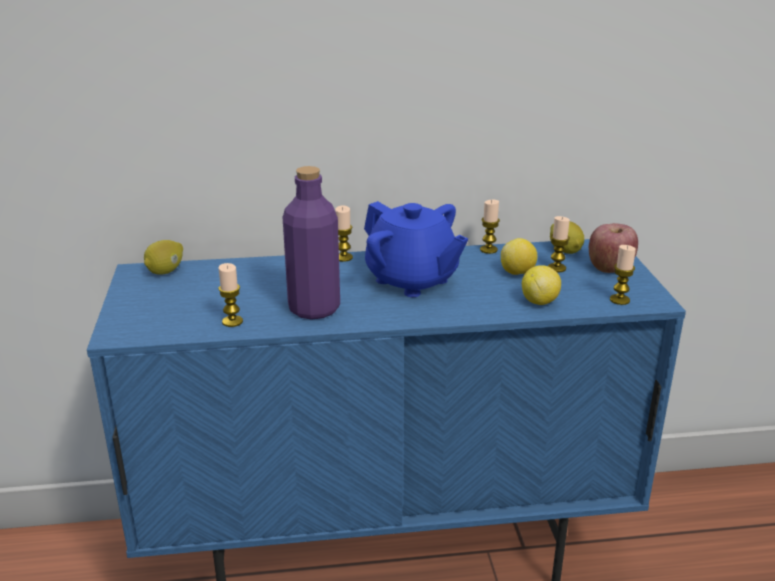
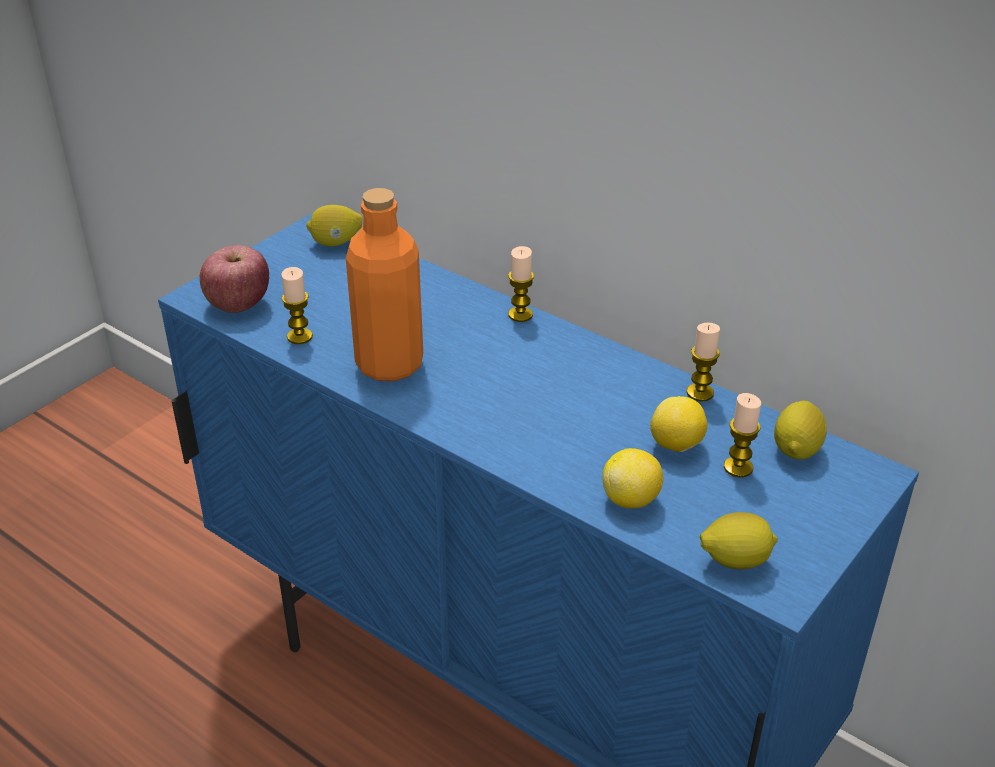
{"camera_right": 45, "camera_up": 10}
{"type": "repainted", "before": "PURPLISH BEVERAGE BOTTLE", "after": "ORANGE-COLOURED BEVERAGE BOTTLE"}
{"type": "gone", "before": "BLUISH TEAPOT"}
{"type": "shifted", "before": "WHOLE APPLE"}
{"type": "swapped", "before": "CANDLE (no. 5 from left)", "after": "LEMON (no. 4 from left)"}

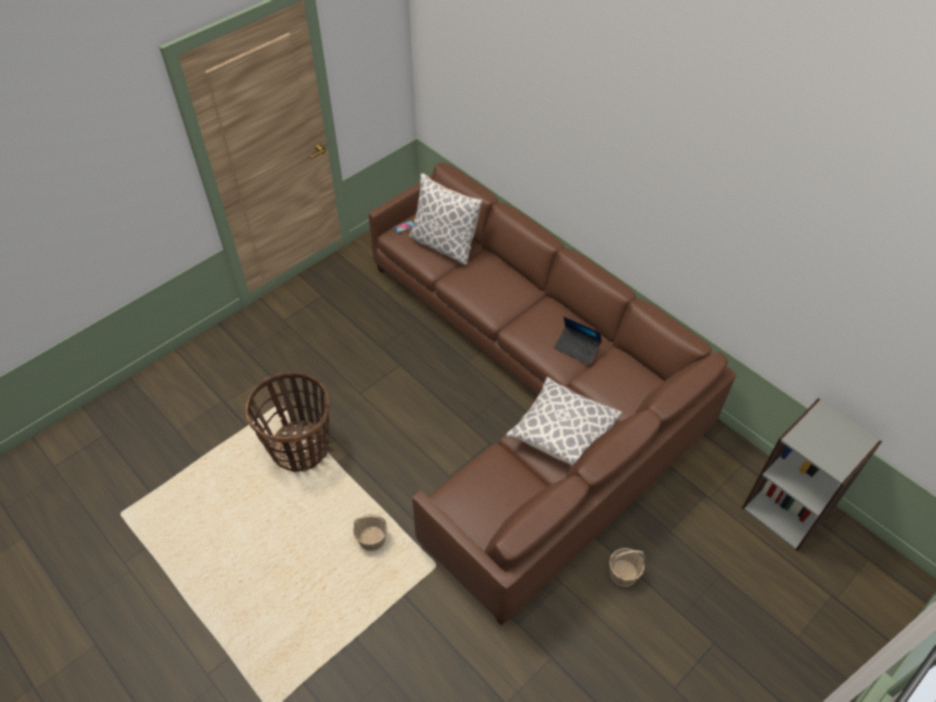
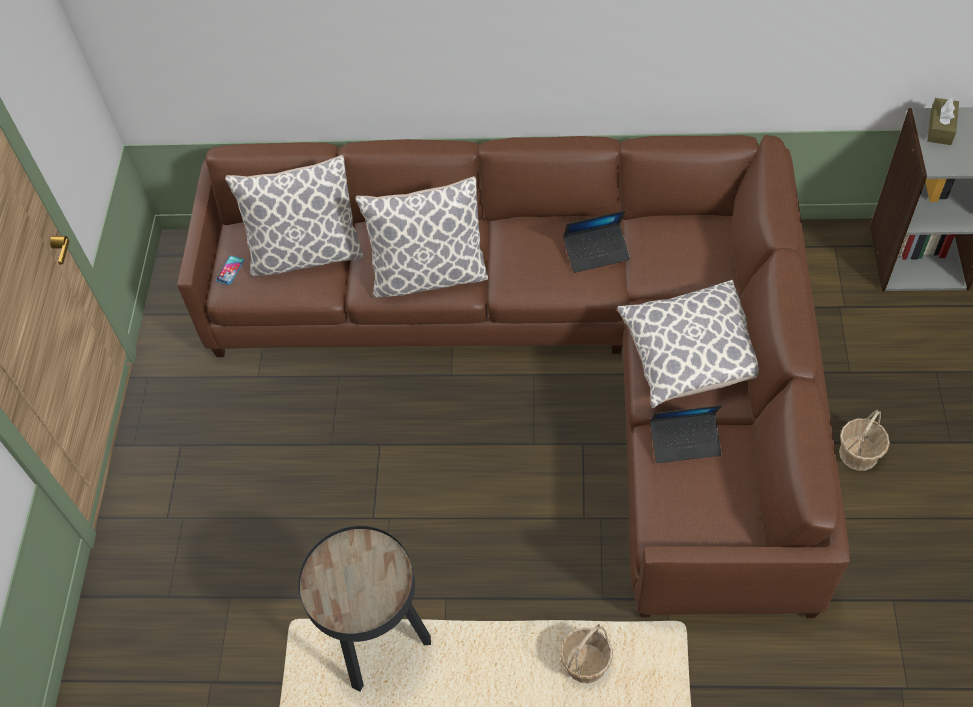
{"camera_right": -40, "camera_up": 5}
{"type": "swapped", "before": "STORAGE BASKET (no. 1 from left)", "after": "BLACK-COLOURED SIDE TABLE"}
{"type": "new", "after": "THROW PILLOW (no. 2 from left)"}
{"type": "new", "after": "LAPTOP (no. 2 from left)"}
{"type": "new", "after": "BROWN TISSUE HOLDER"}

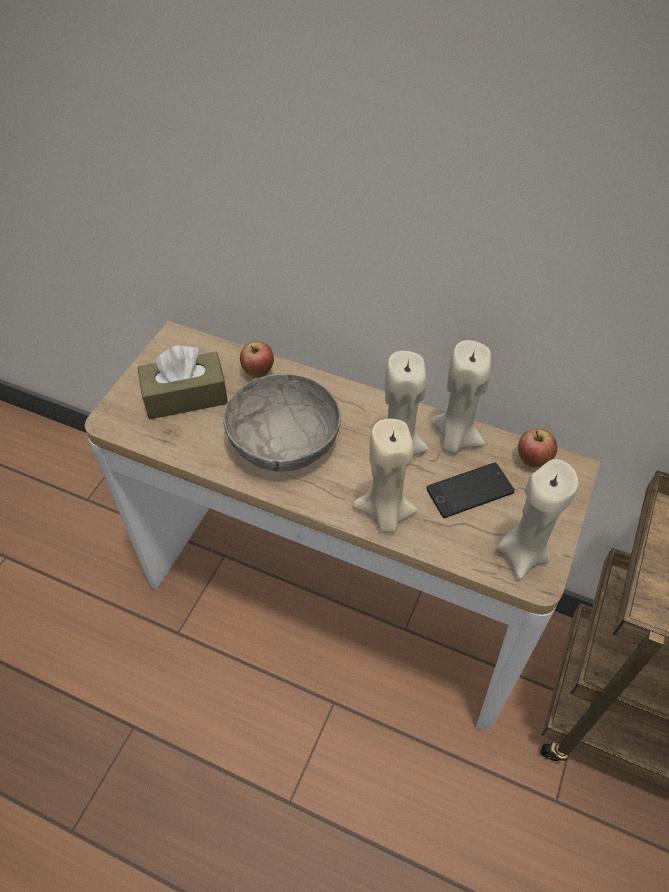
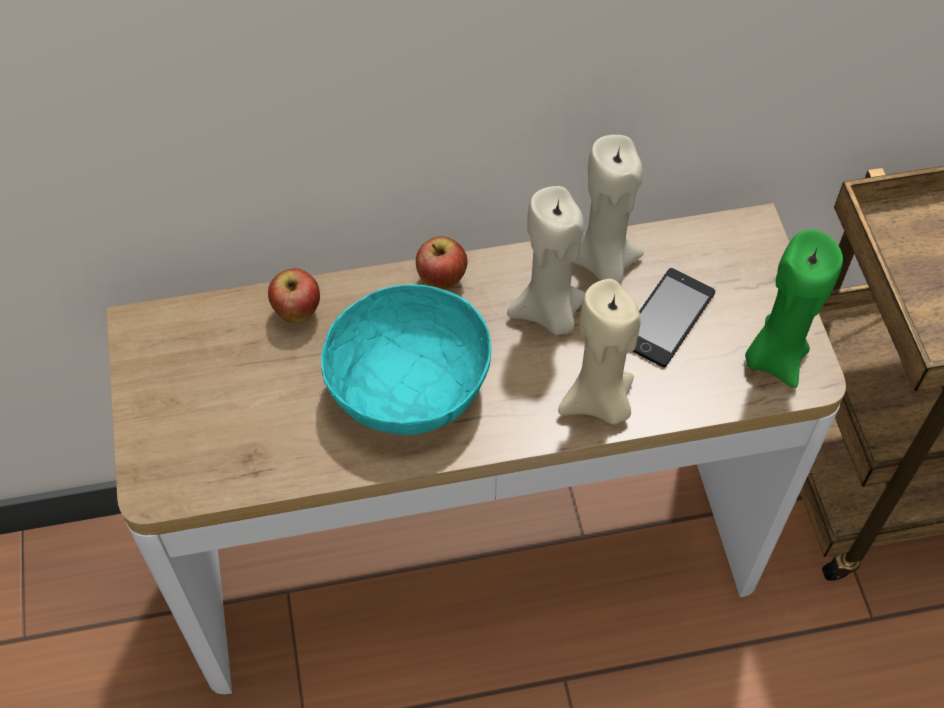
{"camera_right": -35, "camera_up": 5}
{"type": "gone", "before": "BROWN TISSUE HOLDER"}
{"type": "repainted", "before": "GREY DEEP DISH", "after": "TURQUOISE-COLOURED DEEP DISH"}
{"type": "repainted", "before": "BEIGE-COLOURED CANDLE (no. 4 from left)", "after": "GREENISH CANDLE"}
{"type": "shifted", "before": "WHOLE APPLE (no. 2 from left)"}

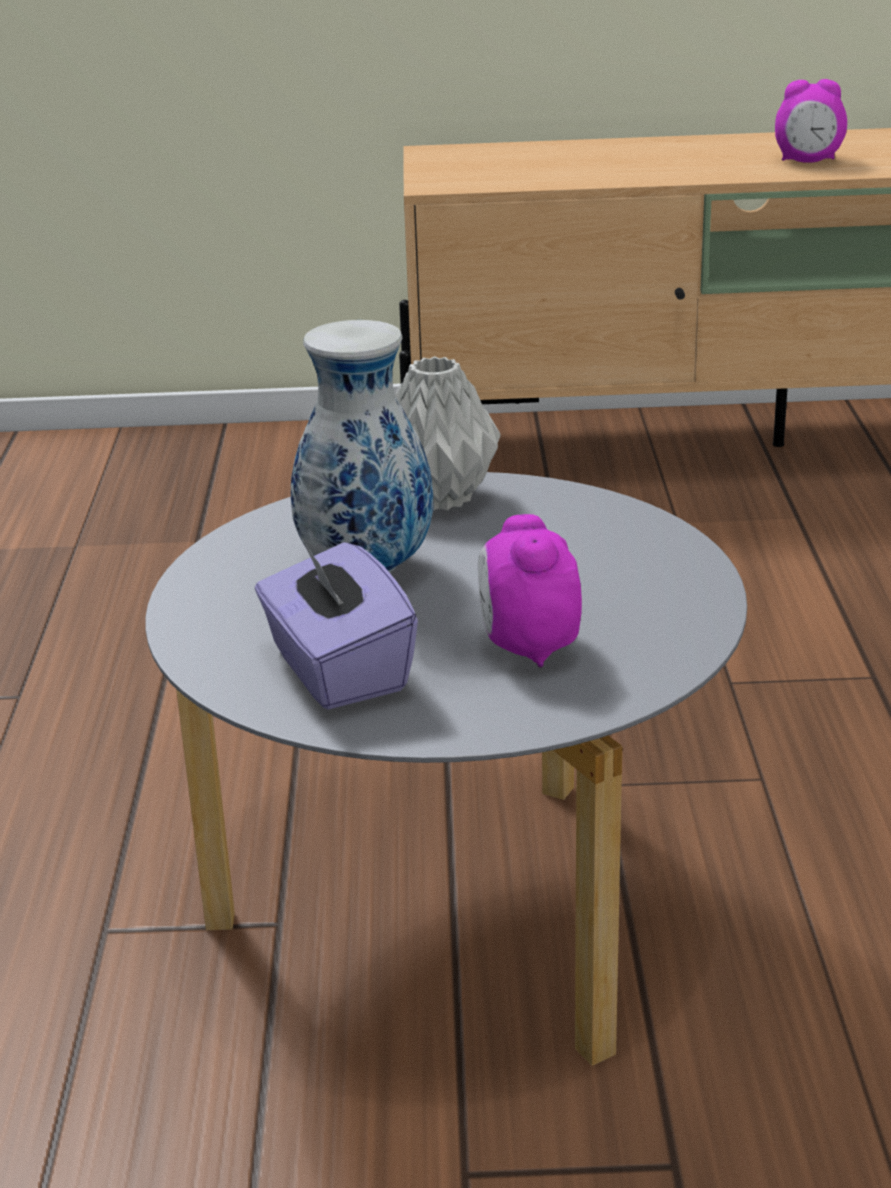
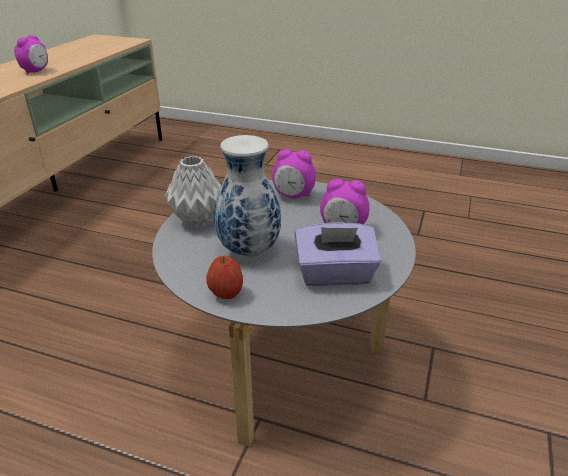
{"camera_right": -70, "camera_up": 5}
{"type": "new", "after": "WHOLE APPLE"}
{"type": "new", "after": "BEDSIDE CLOCK (no. 2 from left)"}

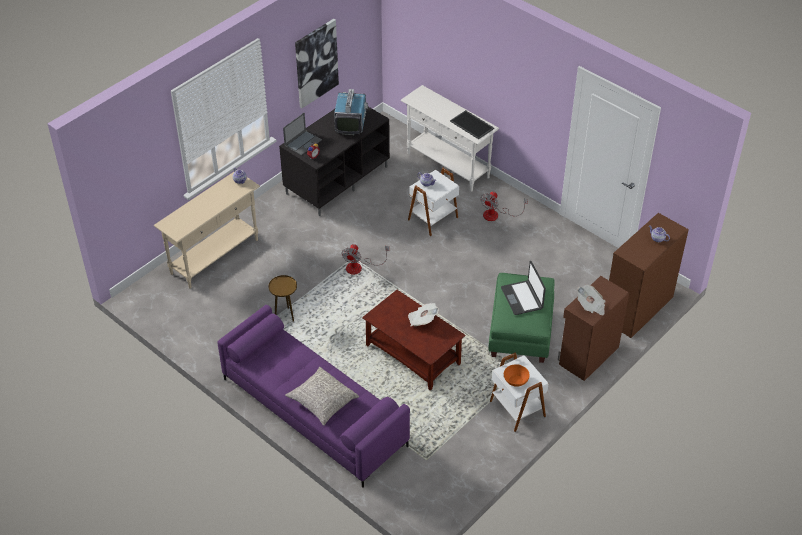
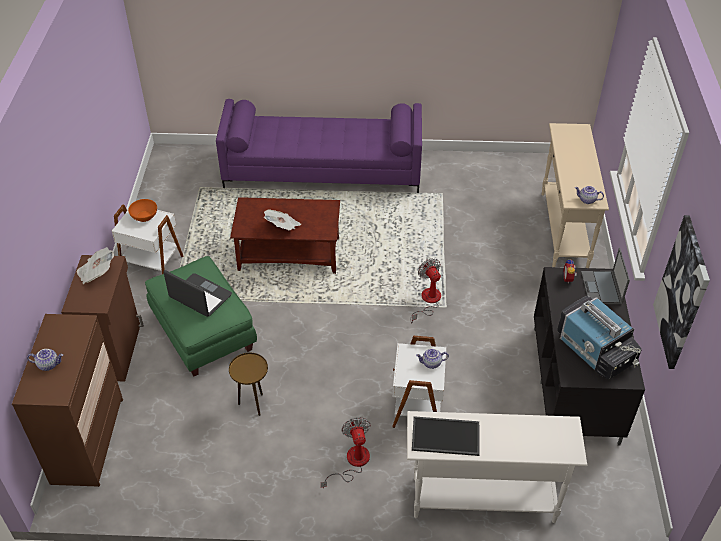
{"camera_right": 140, "camera_up": 0}
{"type": "shifted", "before": "BROWN SIDE TABLE"}
{"type": "gone", "before": "GREY THROW PILLOW"}

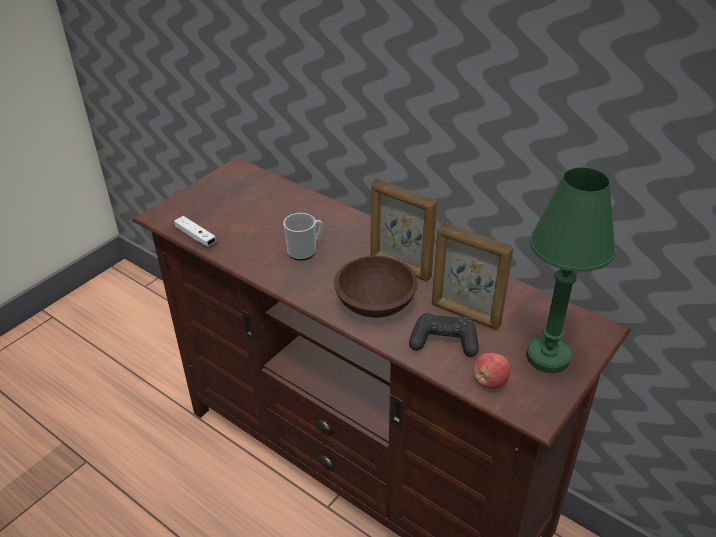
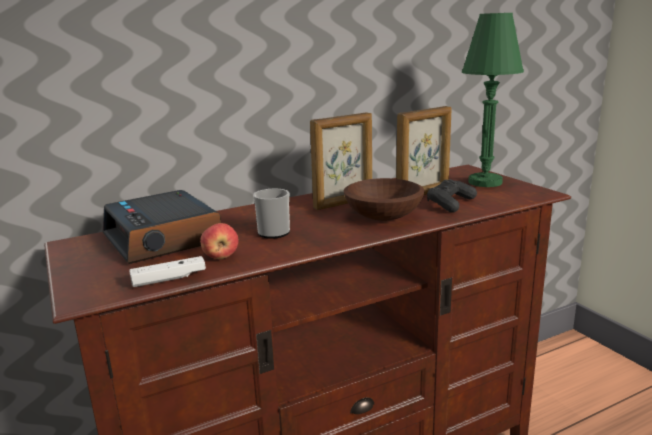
{"camera_right": -65, "camera_up": -20}
{"type": "shifted", "before": "WHOLE APPLE"}
{"type": "new", "after": "BEDSIDE CLOCK"}

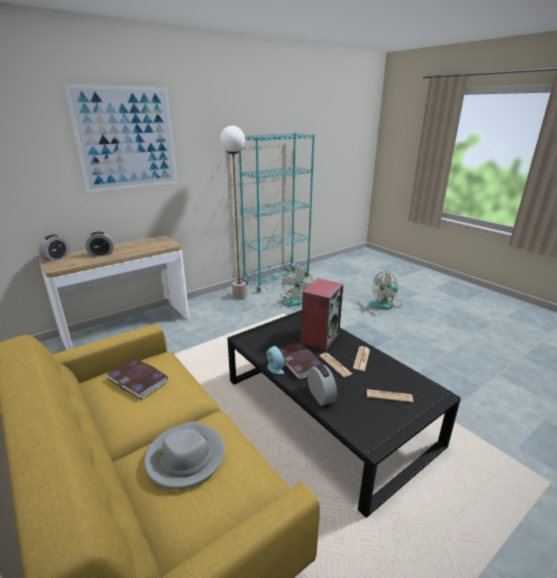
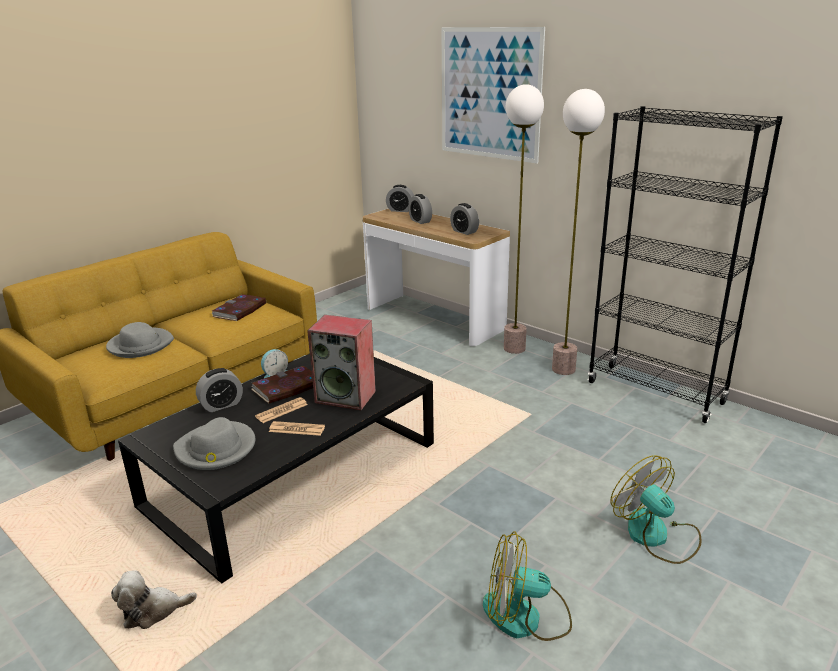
{"camera_right": 80, "camera_up": 0}
{"type": "repainted", "before": "TURQUOISE-COLOURED SHELVING UNIT", "after": "BLACK-COLOURED SHELVING UNIT"}
{"type": "shifted", "before": "ELECTRIC FAN (no. 1 from left)"}
{"type": "swapped", "before": "PRINTED PAPER (no. 3 from left)", "after": "GREY WEARABLE HAT (no. 2 from left)"}
{"type": "new", "after": "CUDDLY TOY"}
{"type": "new", "after": "BEDSIDE CLOCK (no. 5 from left)"}
{"type": "new", "after": "STANDARD LAMP (no. 1 from left)"}

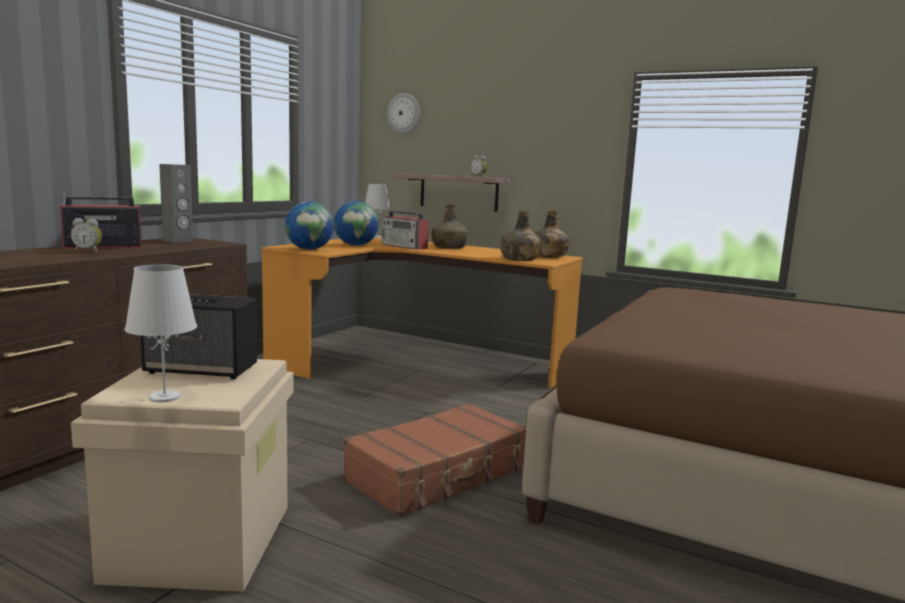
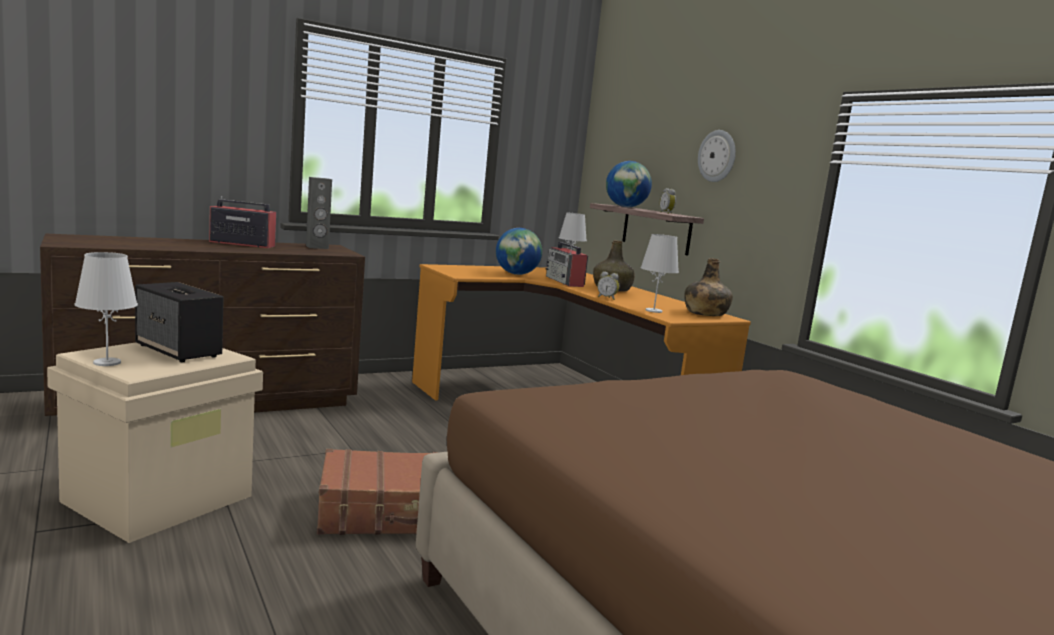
{"camera_right": 30, "camera_up": 0}
{"type": "shifted", "before": "BEDSIDE CLOCK (no. 1 from left)"}
{"type": "shifted", "before": "DESK GLOBE (no. 1 from left in the first image)", "after": "DESK GLOBE (no. 2 from left)"}
{"type": "shifted", "before": "CLOCK ON THE WALL"}
{"type": "swapped", "before": "GREENISH BEVERAGE BOTTLE (no. 2 from left)", "after": "WHITISH LAMP FOR A TABLE (no. 3 from left)"}

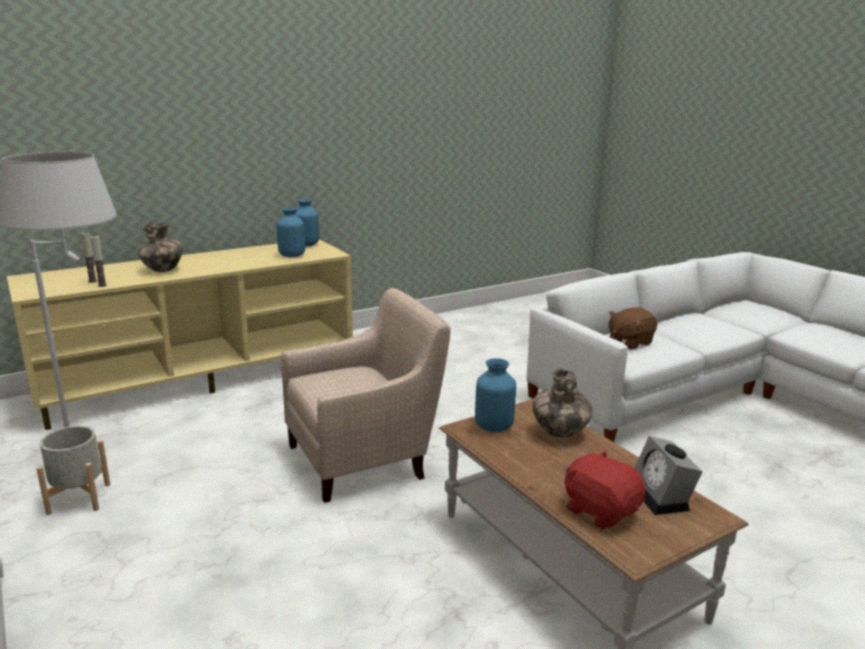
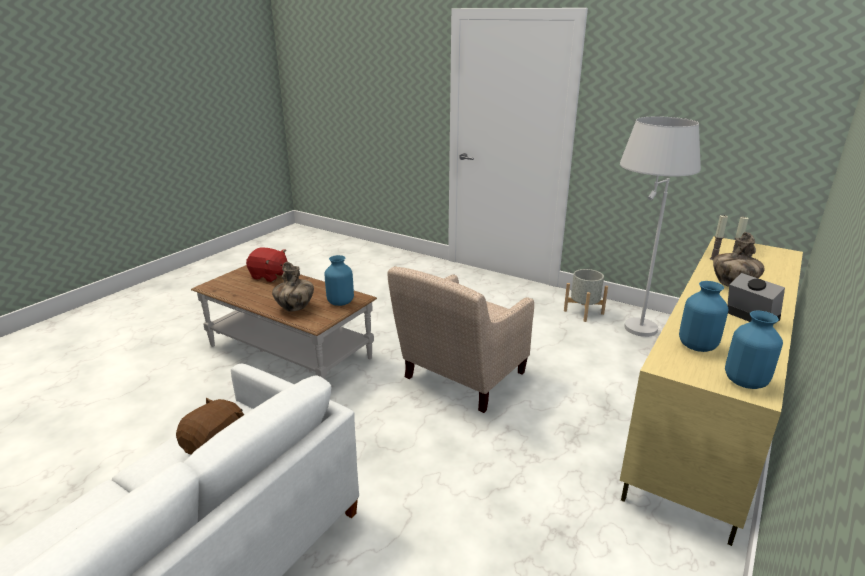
{"camera_right": 155, "camera_up": 5}
{"type": "shifted", "before": "BEDSIDE CLOCK"}

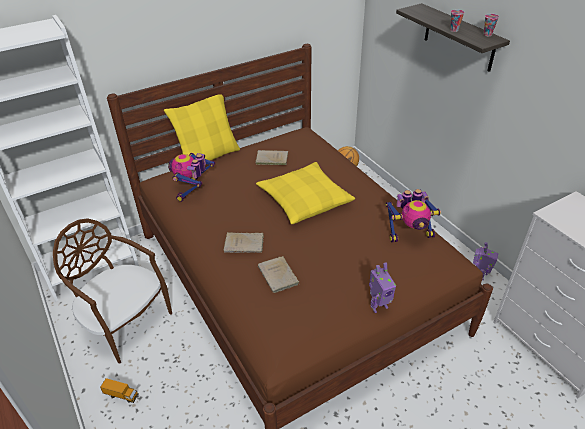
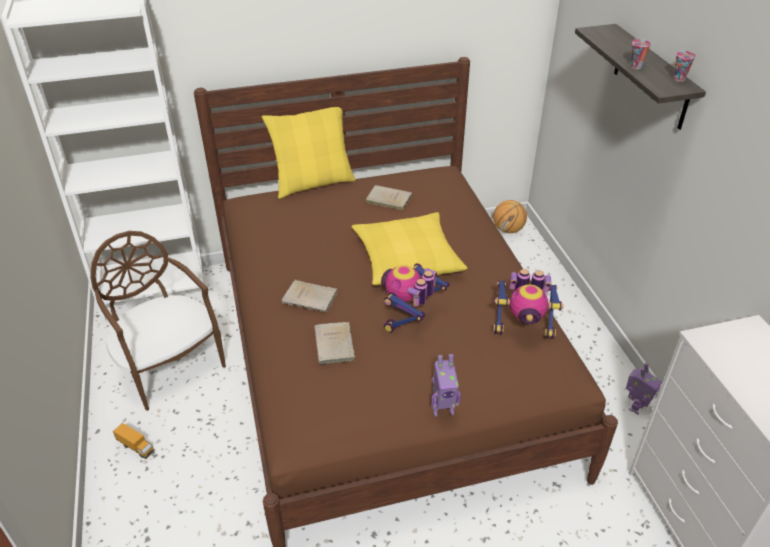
{"camera_right": 15, "camera_up": 0}
{"type": "shifted", "before": "TOY ROBOT (no. 1 from left)"}

